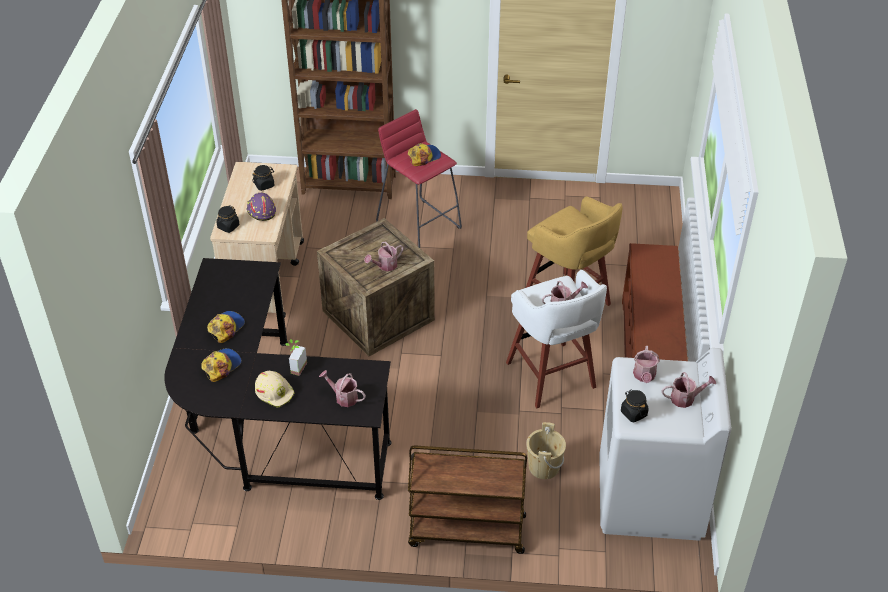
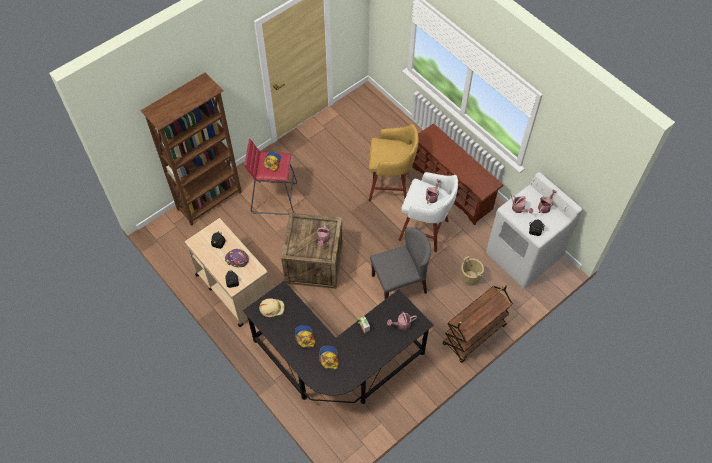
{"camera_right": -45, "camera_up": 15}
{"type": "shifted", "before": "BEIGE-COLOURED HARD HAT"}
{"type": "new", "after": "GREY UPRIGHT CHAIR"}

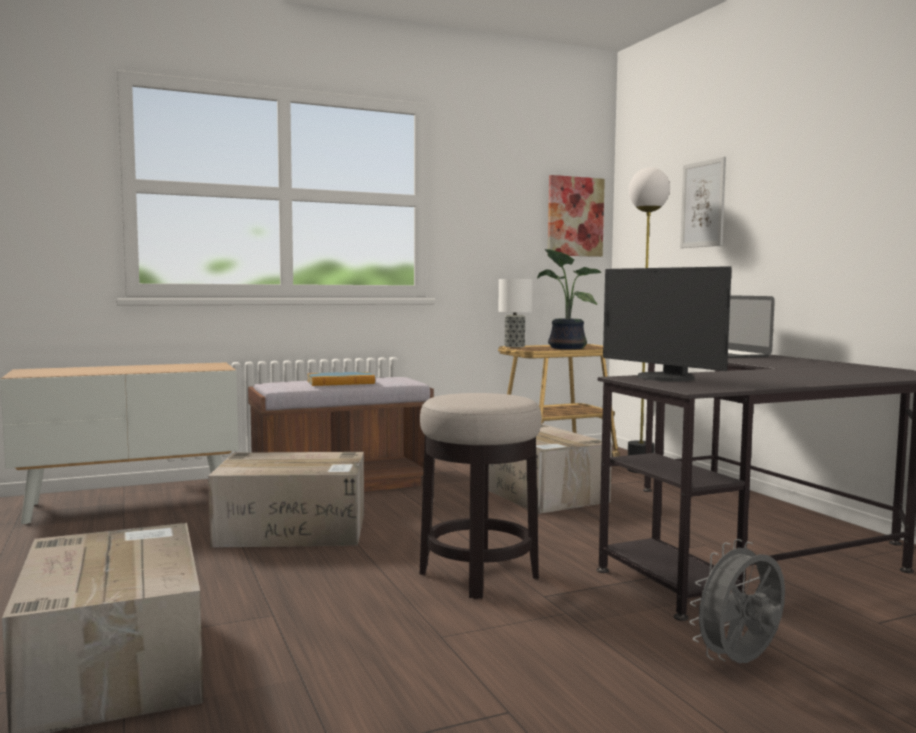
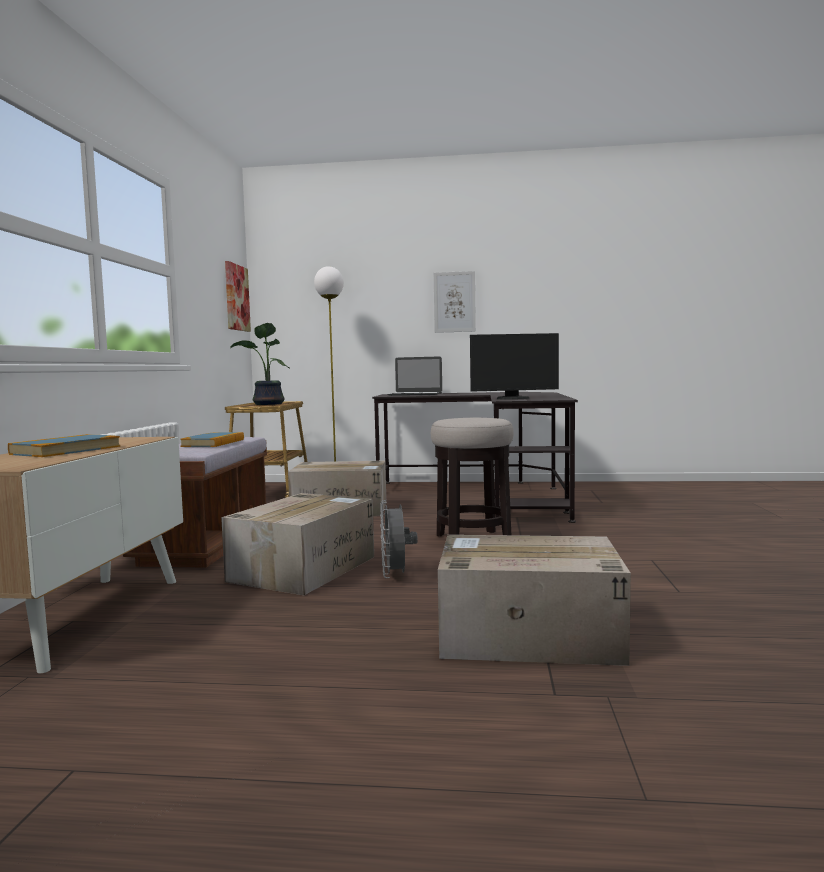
{"camera_right": -60, "camera_up": 0}
{"type": "gone", "before": "LAMP FOR A TABLE"}
{"type": "shifted", "before": "WALL ART (no. 2 from left)"}
{"type": "shifted", "before": "GREY ELECTRIC FAN"}
{"type": "new", "after": "VOLUME (no. 1 from left)"}

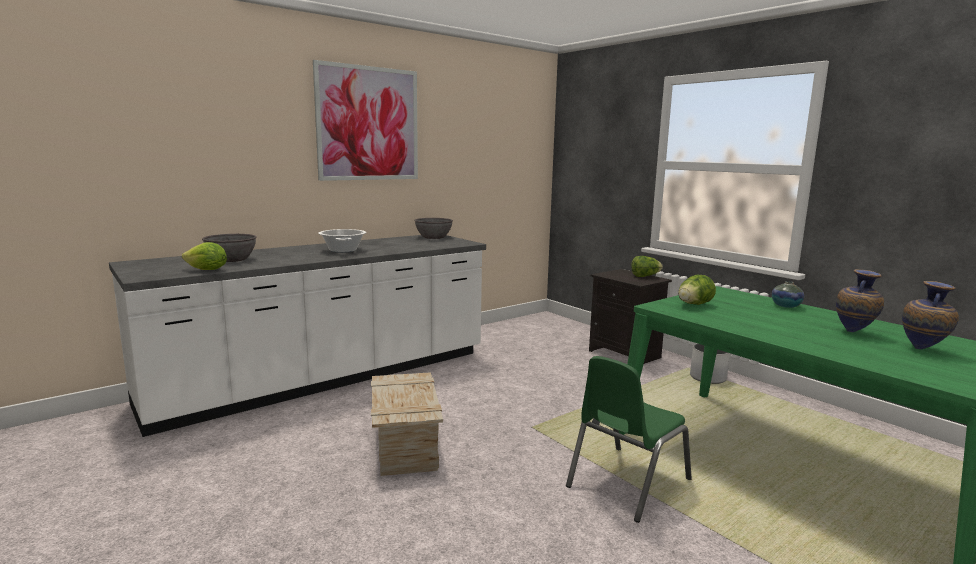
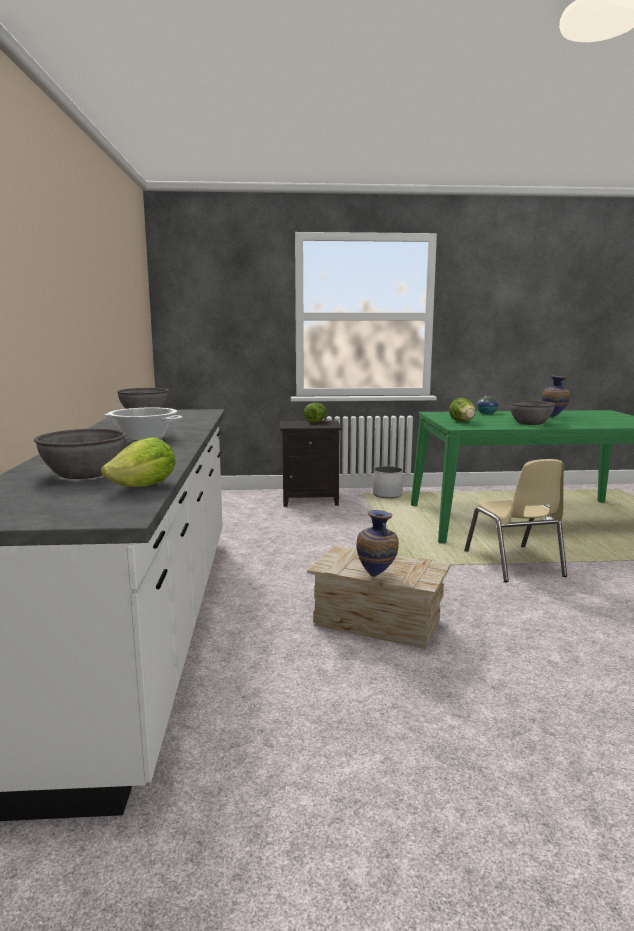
{"camera_right": -55, "camera_up": 0}
{"type": "gone", "before": "WALL ART"}
{"type": "repainted", "before": "GREENISH UPRIGHT CHAIR", "after": "BEIGE-COLOURED UPRIGHT CHAIR"}
{"type": "shifted", "before": "DECORATIVE VASE (no. 3 from left in the first image)", "after": "DECORATIVE VASE (no. 1 from left)"}
{"type": "new", "after": "GREY DEEP DISH (no. 3 from left)"}

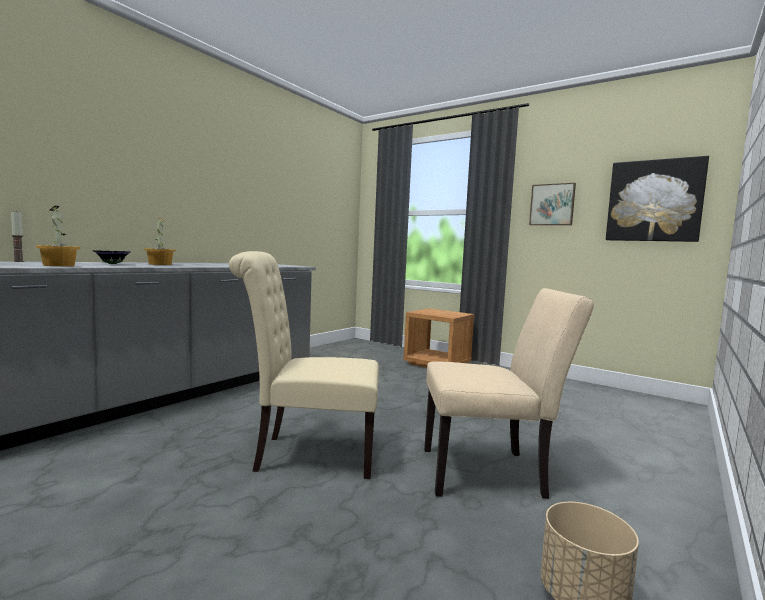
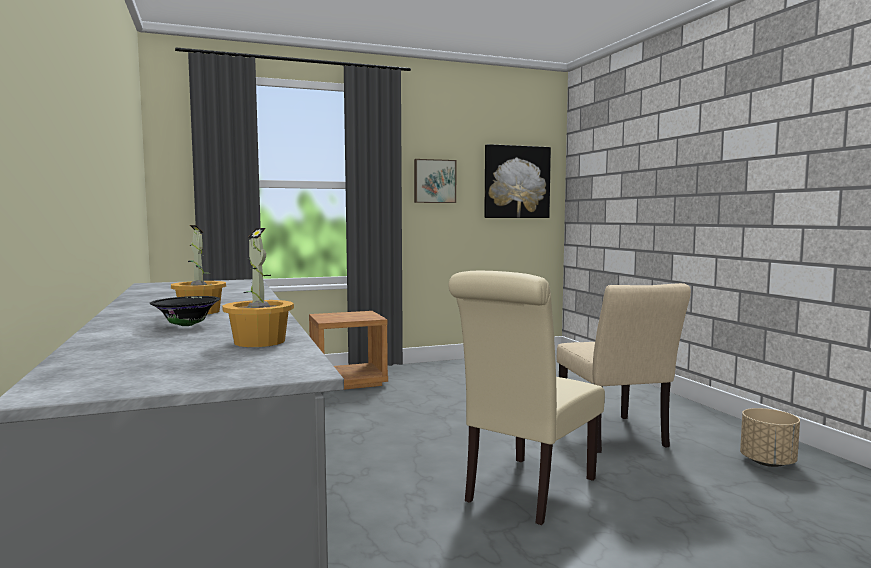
{"camera_right": -55, "camera_up": 0}
{"type": "gone", "before": "CANDLE"}
{"type": "rotated", "before": "BEIGE-COLOURED UPRIGHT CHAIR (no. 2 from left)", "turn": 135}

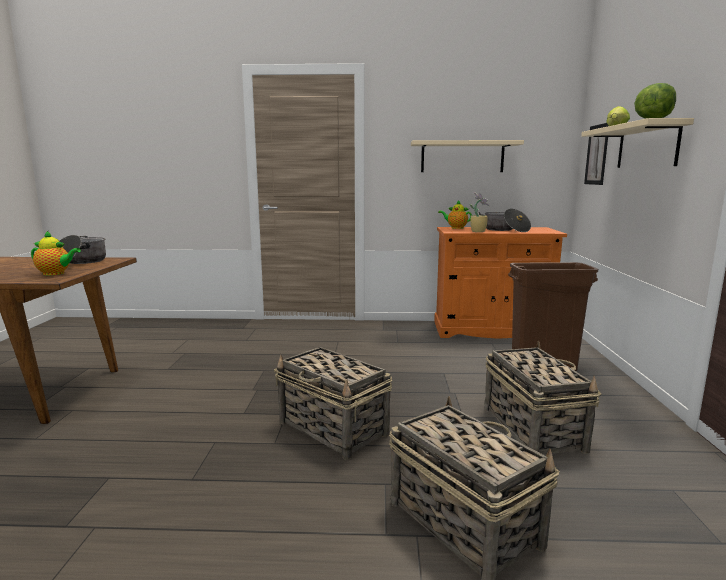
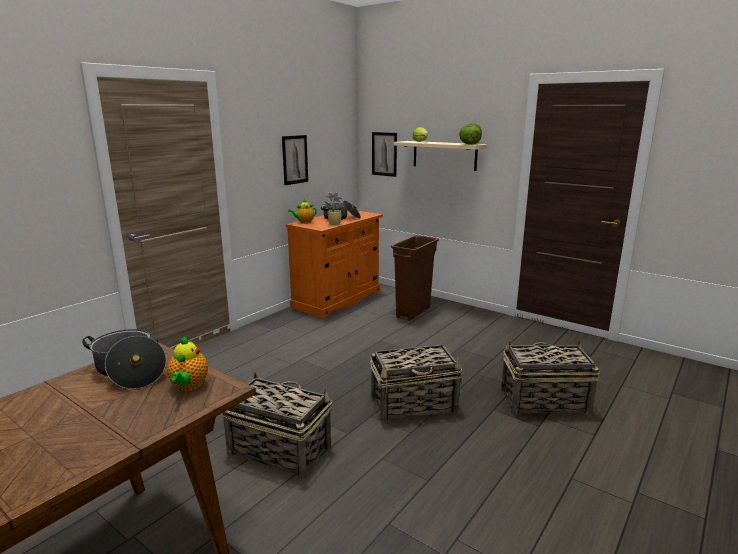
{"camera_right": -55, "camera_up": 5}
{"type": "rotated", "before": "TEAPOT (no. 1 from left)", "turn": 135}
{"type": "swapped", "before": "BEIGE-COLOURED SHELF (no. 1 from left)", "after": "WALL ART (no. 1 from left)"}
{"type": "shifted", "before": "STORAGE BASKET (no. 3 from left in the first image)", "after": "STORAGE BASKET (no. 1 from left)"}

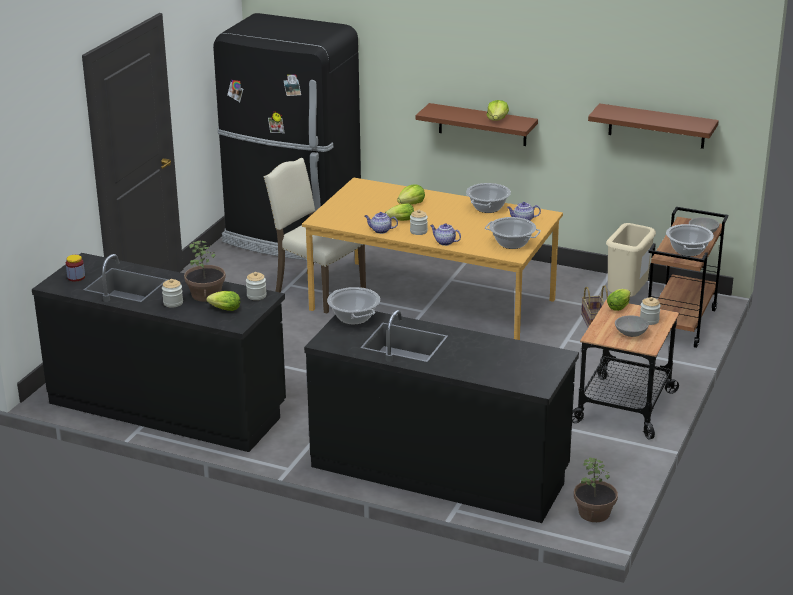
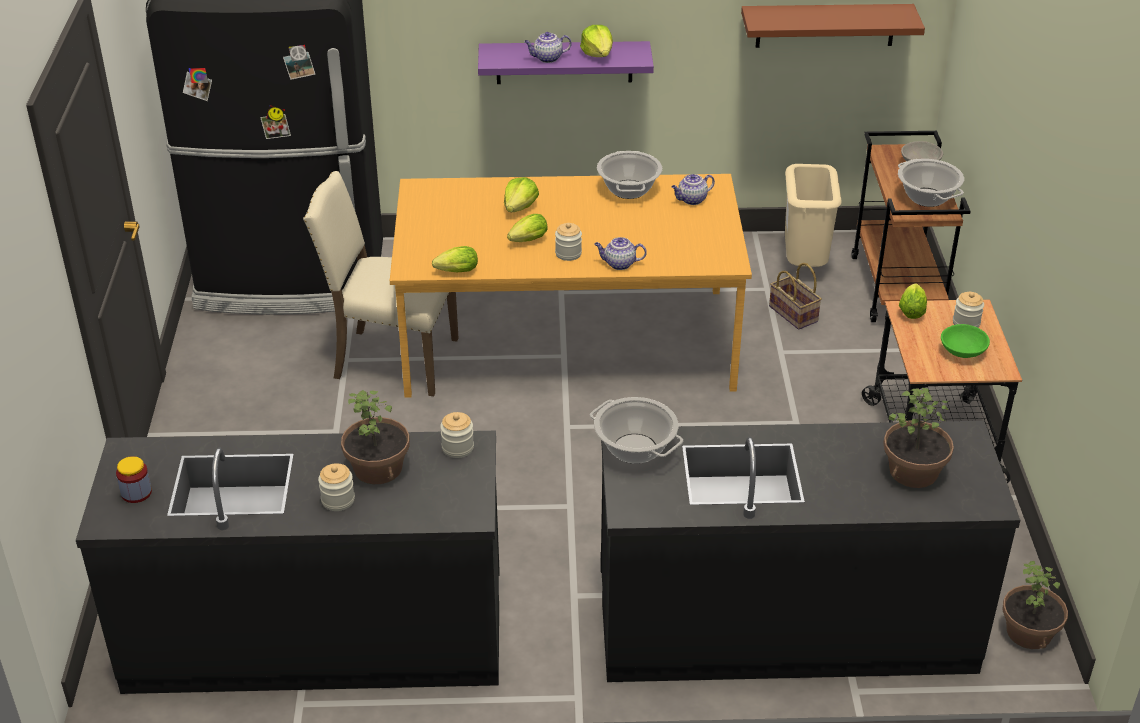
{"camera_right": -25, "camera_up": 10}
{"type": "shifted", "before": "LETTUCE HEAD (no. 1 from left)"}
{"type": "shifted", "before": "TEAPOT (no. 1 from left)"}
{"type": "repainted", "before": "BROWN SHELF (no. 1 from left)", "after": "PURPLISH SHELF"}
{"type": "gone", "before": "STOCKPOT (no. 3 from left)"}
{"type": "repainted", "before": "GREY DEEP DISH (no. 1 from left)", "after": "GREENISH DEEP DISH"}
{"type": "new", "after": "HOUSEPLANT (no. 2 from left)"}

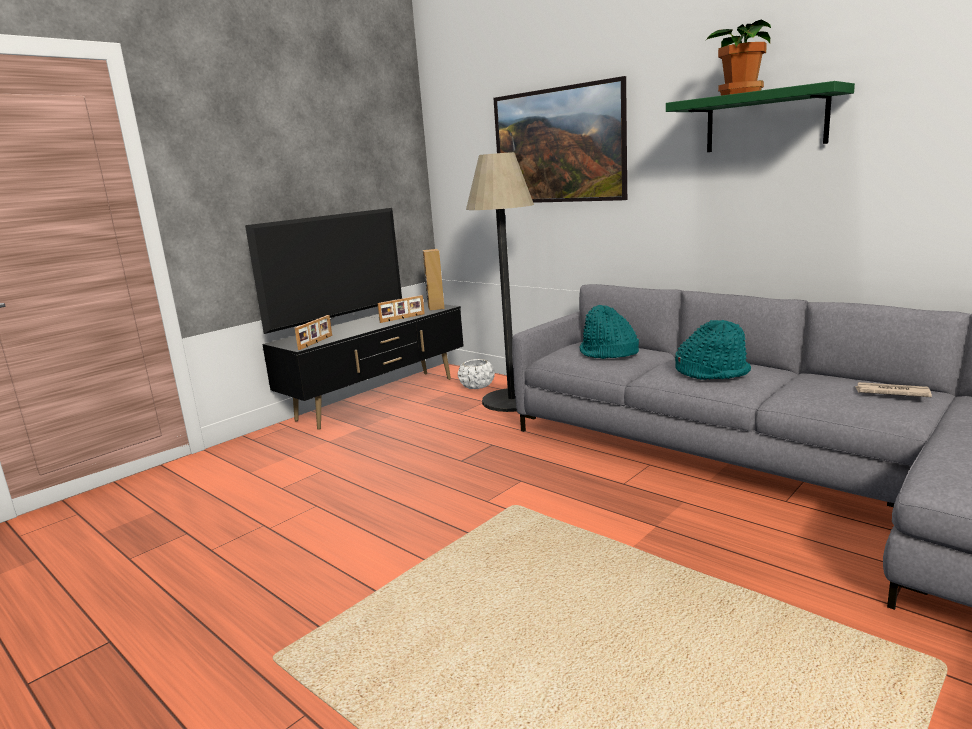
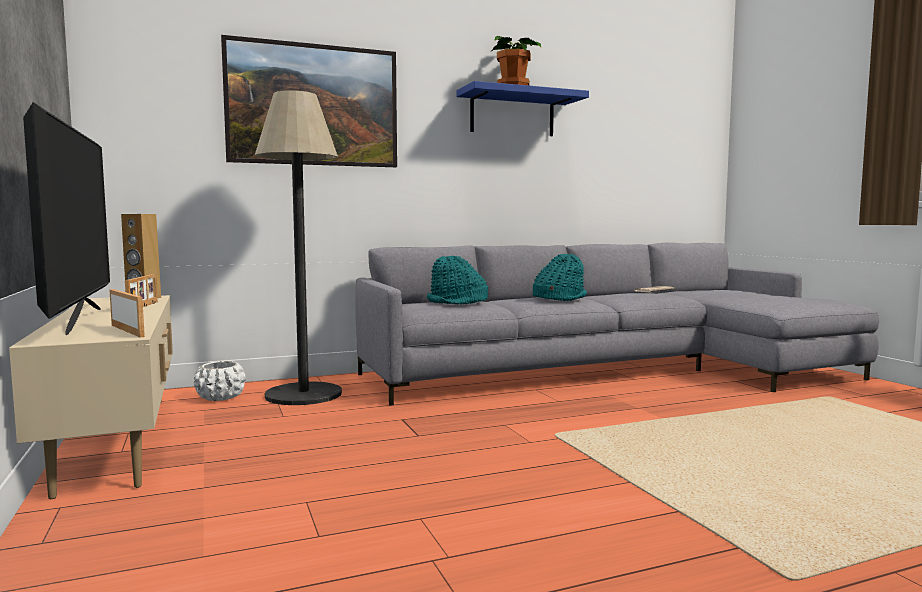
{"camera_right": -65, "camera_up": -10}
{"type": "repainted", "before": "BLACK-COLOURED MEDIA CONSOLE", "after": "BEIGE-COLOURED MEDIA CONSOLE"}
{"type": "repainted", "before": "GREENISH SHELF", "after": "BLUISH SHELF"}

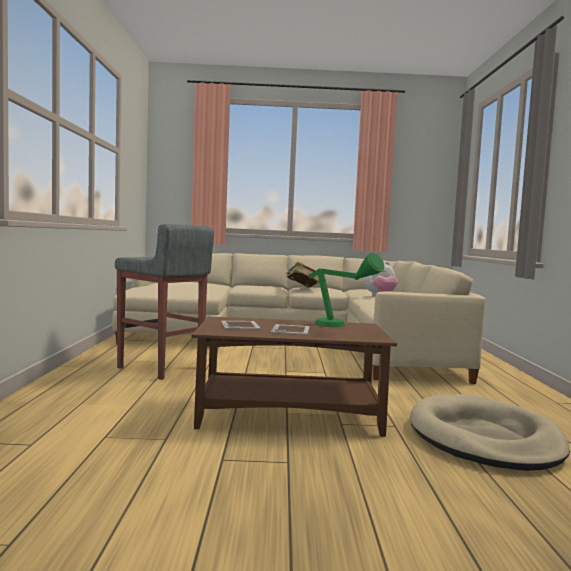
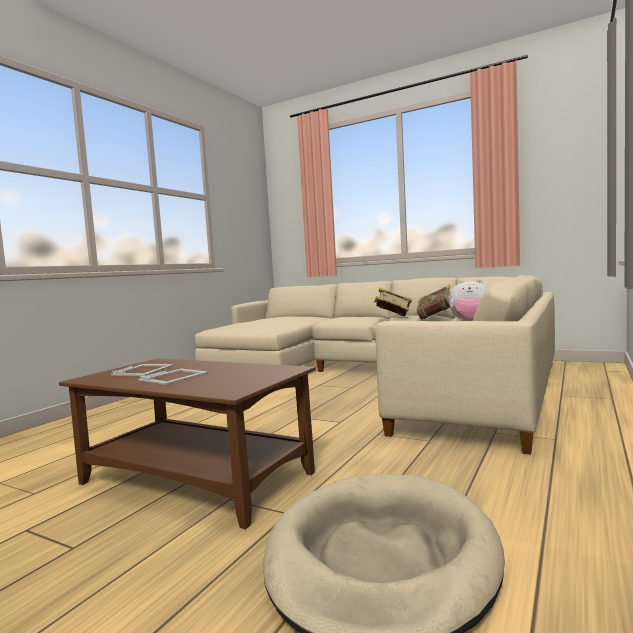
{"camera_right": 30, "camera_up": 0}
{"type": "gone", "before": "GREY STOOL"}
{"type": "gone", "before": "GREENISH LAMP FOR A TABLE"}
{"type": "new", "after": "VOLUME (no. 2 from left)"}

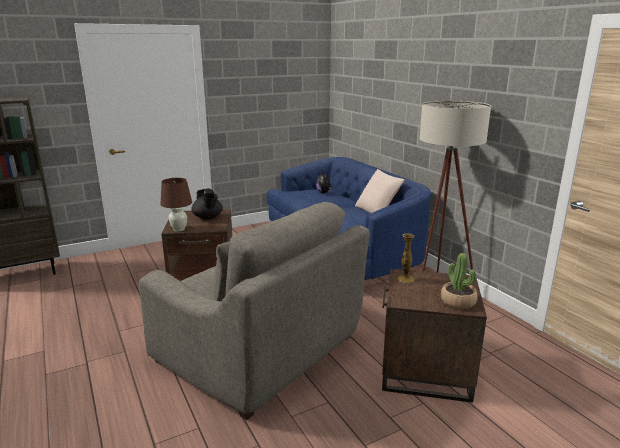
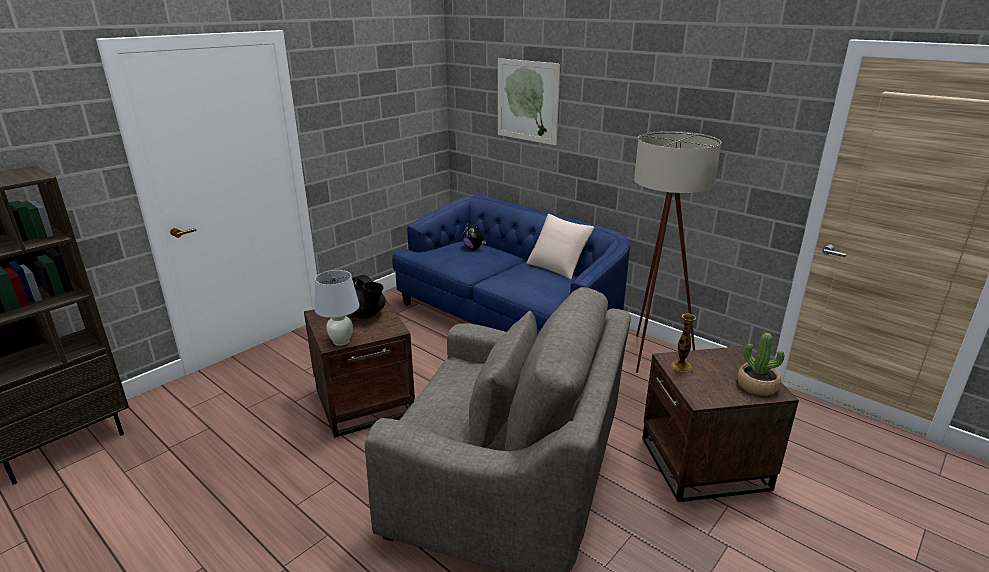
{"camera_right": -20, "camera_up": 5}
{"type": "repainted", "before": "BROWN LAMP FOR A TABLE", "after": "WHITISH LAMP FOR A TABLE"}
{"type": "new", "after": "WALL ART"}

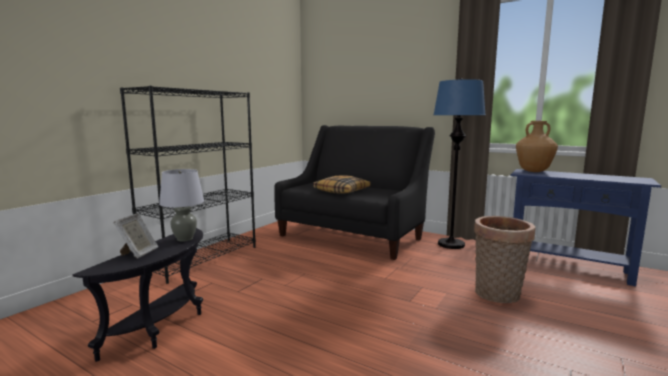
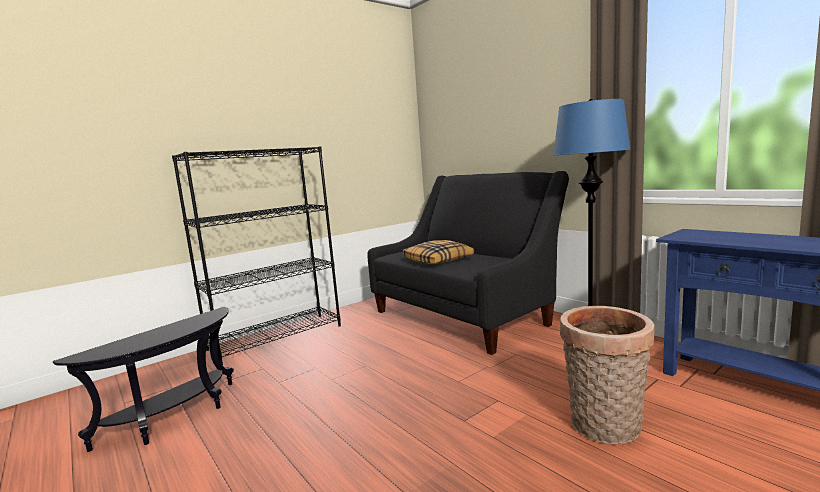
{"camera_right": 20, "camera_up": 0}
{"type": "gone", "before": "PHOTO FRAME"}
{"type": "gone", "before": "GREY LAMP FOR A TABLE"}
{"type": "gone", "before": "BROWN DECORATIVE VASE"}

